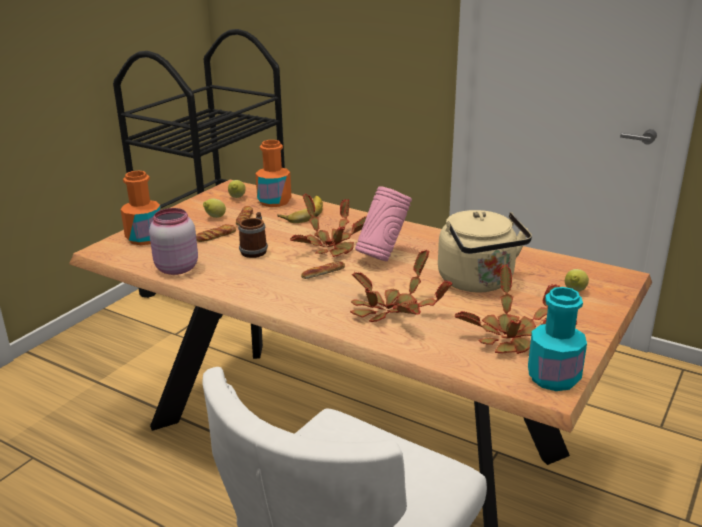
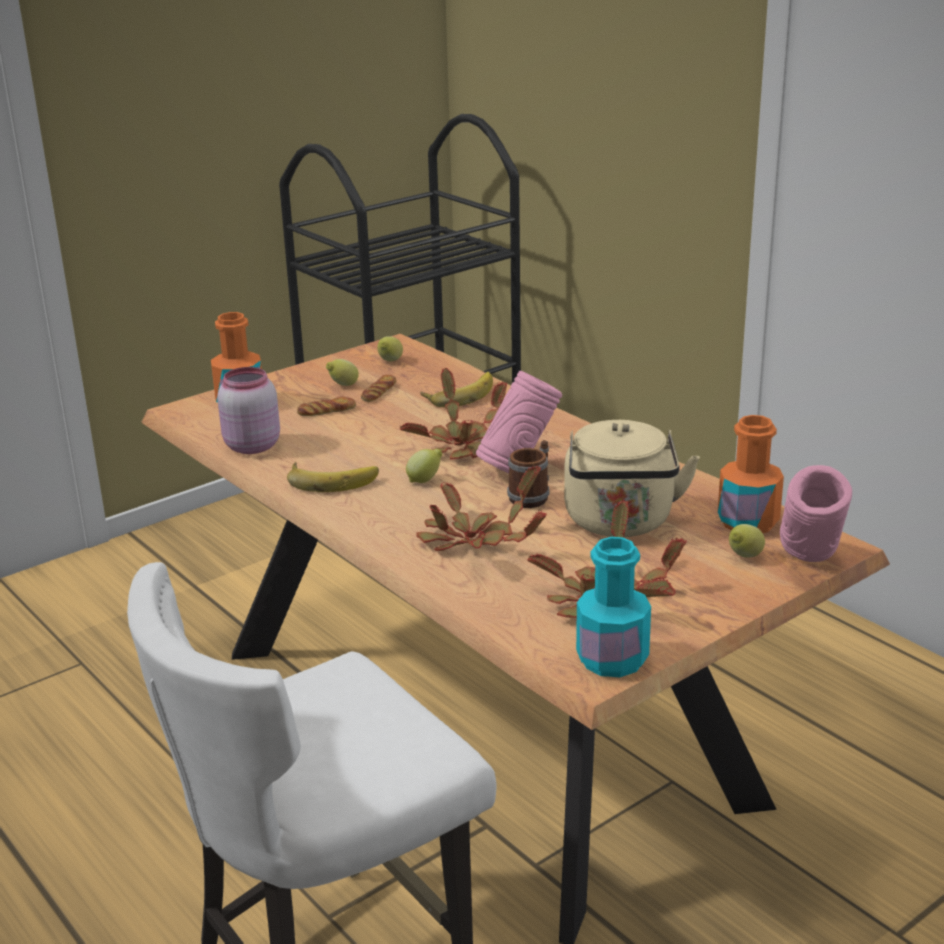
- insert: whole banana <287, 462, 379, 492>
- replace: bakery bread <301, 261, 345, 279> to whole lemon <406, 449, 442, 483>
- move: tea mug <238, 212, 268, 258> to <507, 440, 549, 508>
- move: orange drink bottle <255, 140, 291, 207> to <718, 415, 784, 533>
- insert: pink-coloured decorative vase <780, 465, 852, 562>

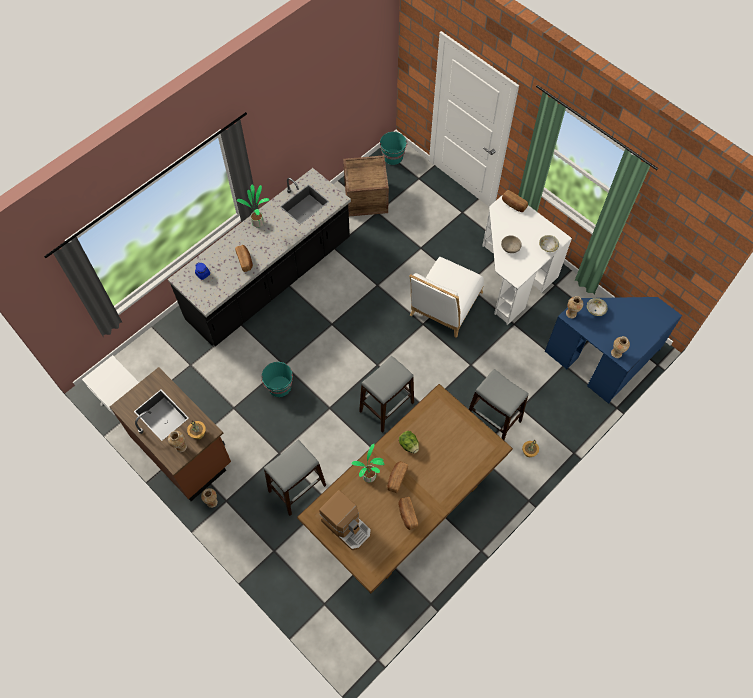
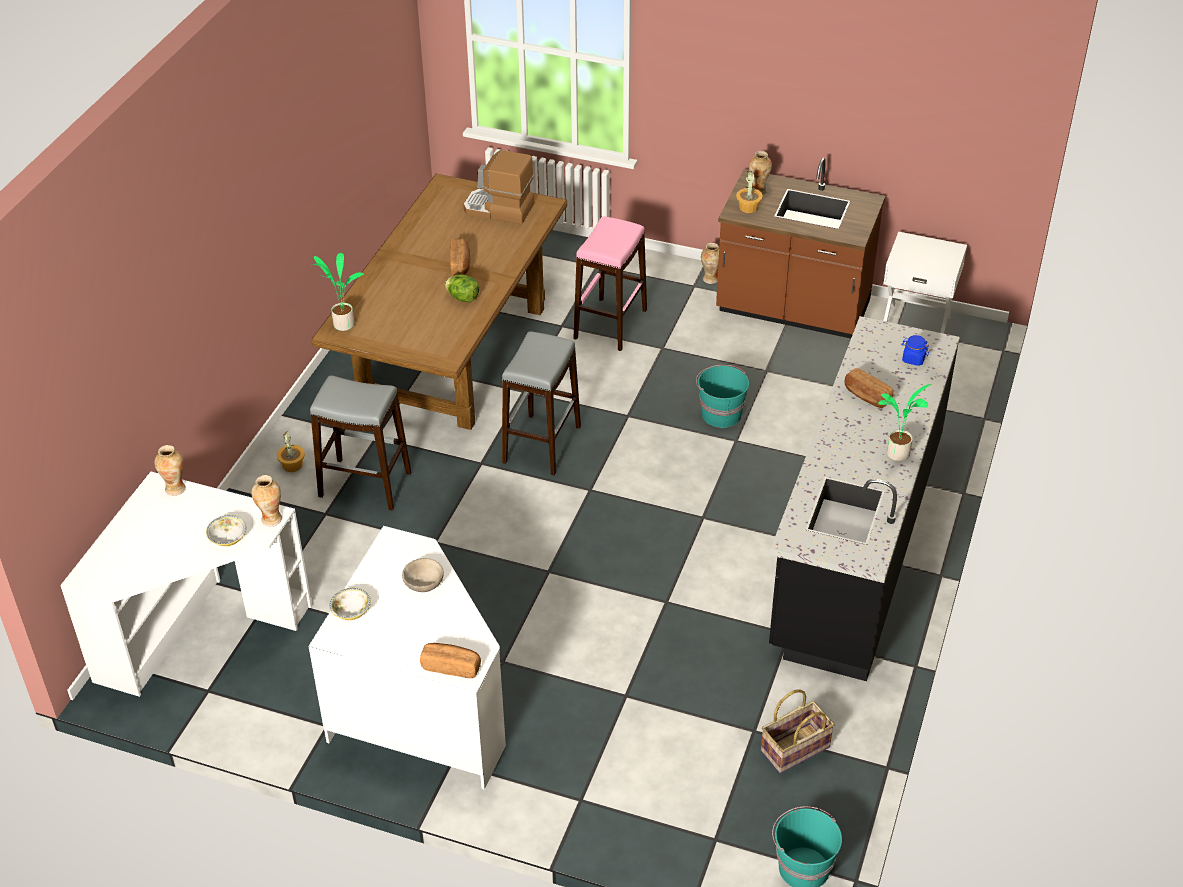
- recolor: bluish desk <545, 297, 682, 404> to white-coloured desk <60, 471, 312, 697>
- move: plant in a pot <351, 444, 384, 482> to <313, 253, 363, 331>
- recolor: grey sitting stool <264, 440, 326, 516> to pink-coloured sitting stool <573, 217, 647, 351>
- replace: shipping crate <343, 155, 389, 216> to basket <761, 689, 834, 773>
- delete: bakery bread <398, 497, 418, 530>
- delete: white-coloured chair <409, 257, 484, 338>

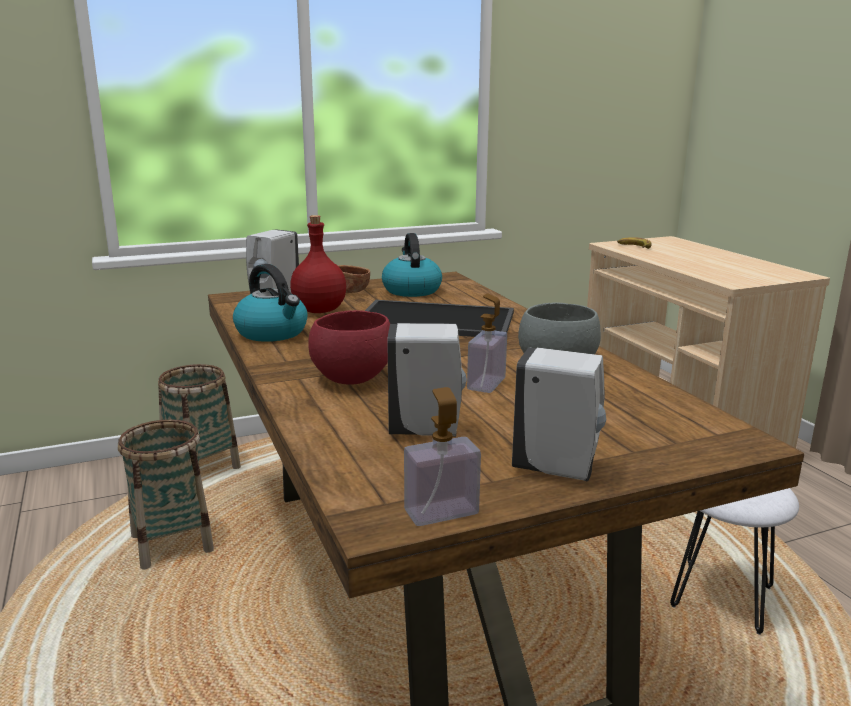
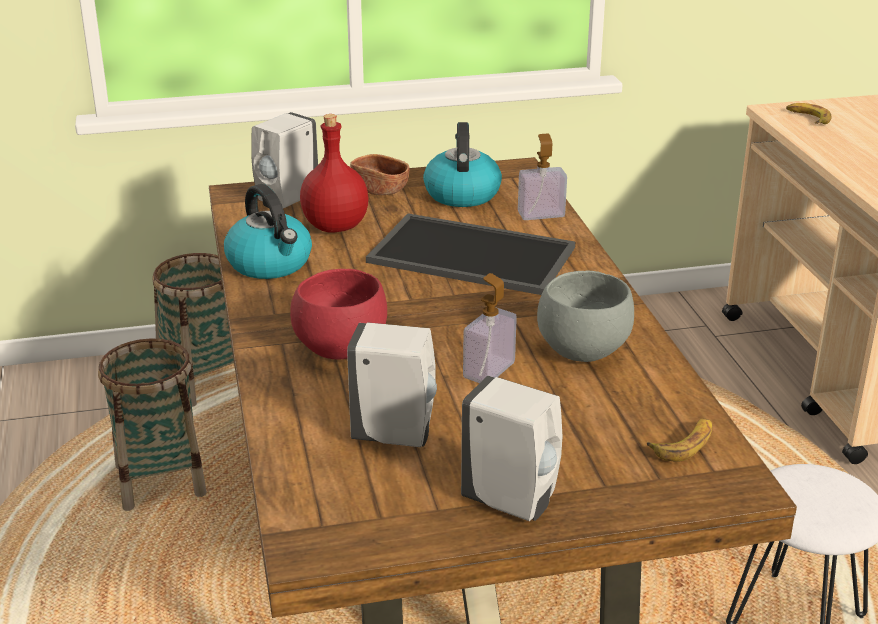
- move: soap dispenser <404, 387, 481, 526> to <518, 133, 567, 220>
- insert: whole banana <647, 418, 712, 462>

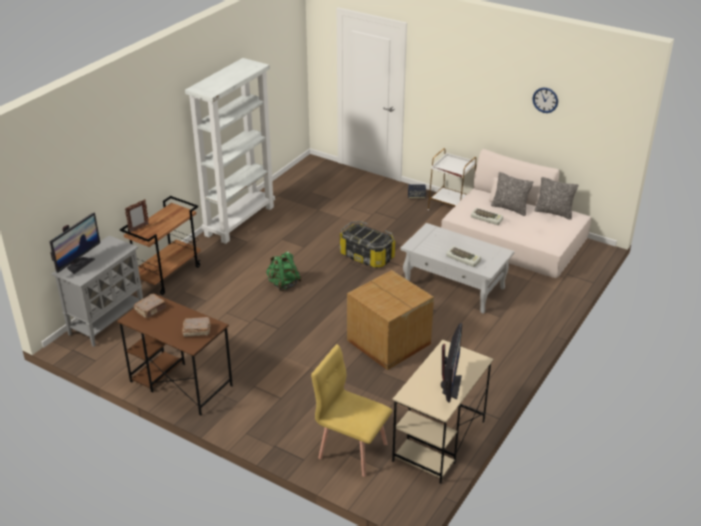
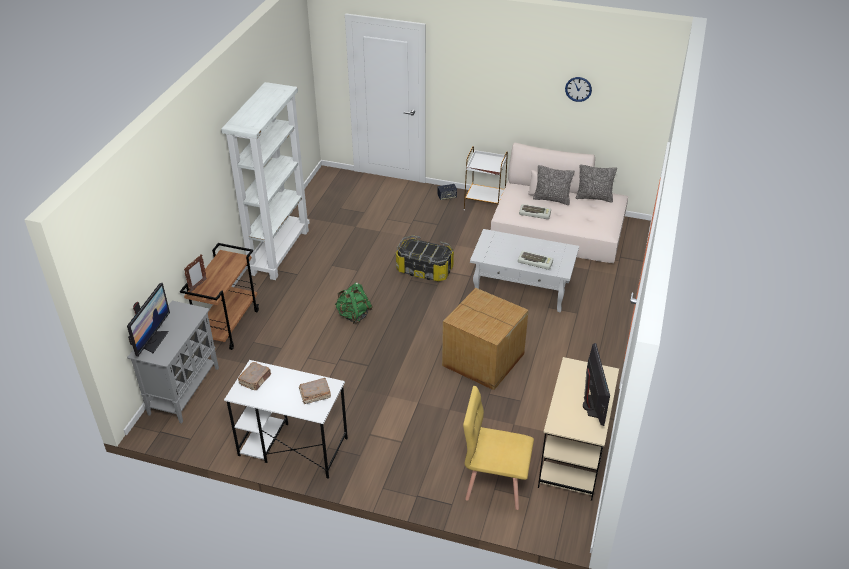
- recolor: brownish desk <117, 293, 233, 416> to white-coloured desk <224, 360, 348, 479>

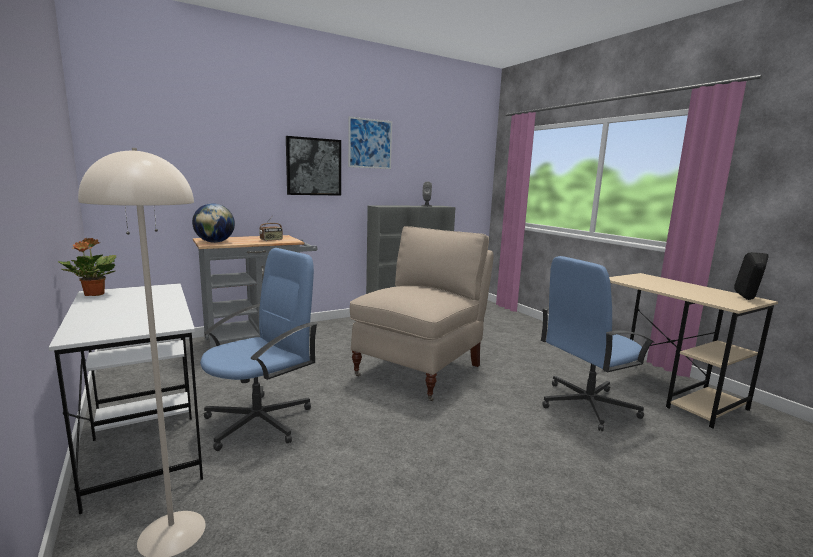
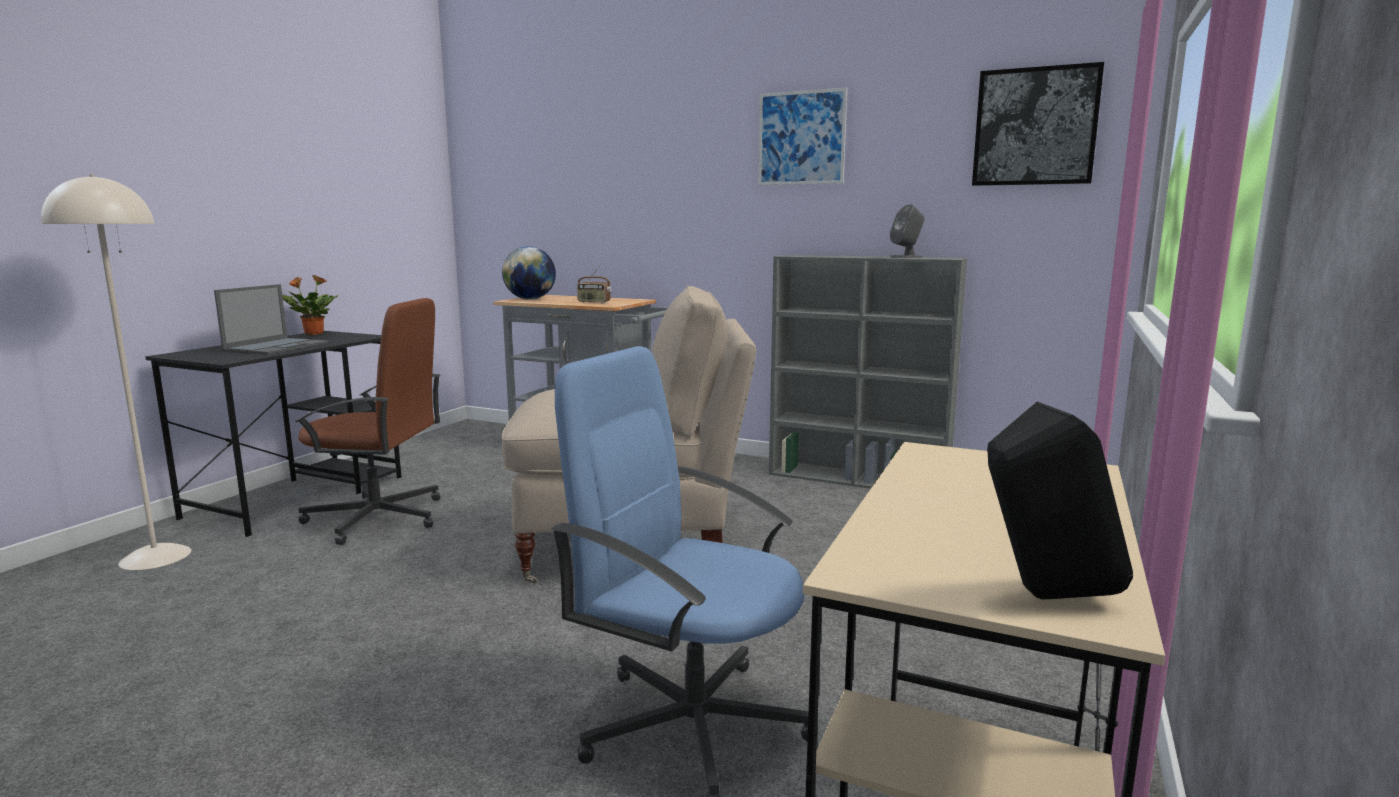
- recolor: white-coloured desk <49, 283, 203, 514> to black desk <145, 331, 401, 537>
- insert: portable computer <214, 284, 329, 355>
- recolor: bluish desk chair <200, 248, 318, 451> to brownish desk chair <295, 298, 441, 545>
- move: picture <286, 136, 341, 196> to <972, 62, 1104, 186>

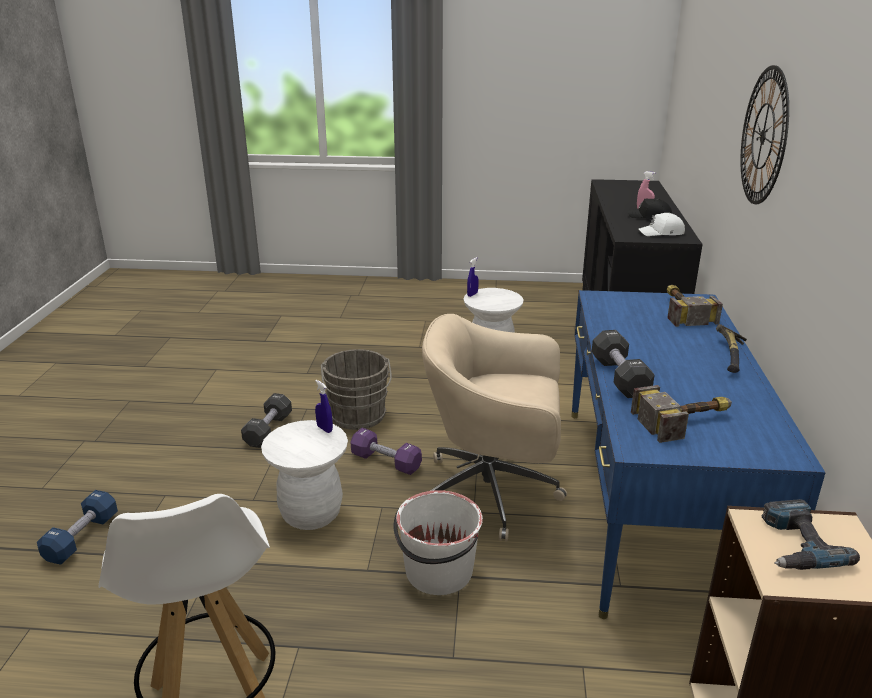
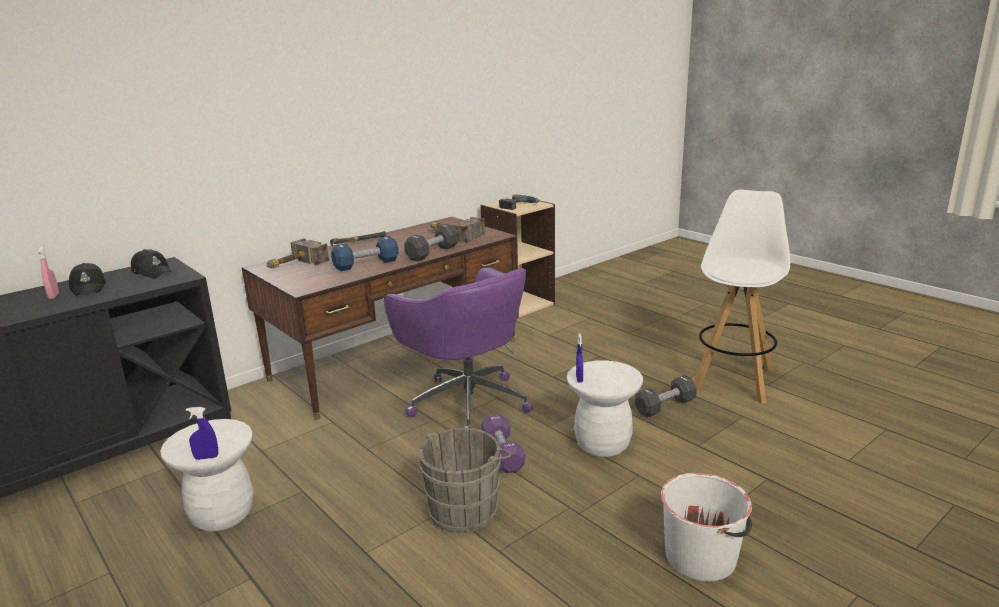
- recolor: white-coloured peaked cap <638, 213, 685, 236> to black peaked cap <131, 249, 172, 279>
- recolor: bluish desk <571, 290, 825, 619> to brownish desk <242, 217, 518, 420>
- move: bluish free weight <37, 490, 118, 565> to <331, 236, 399, 271>
- recolor: beige-coloured desk chair <422, 314, 567, 542> to purple desk chair <384, 268, 534, 428>
- move: black free weight <241, 393, 292, 448> to <635, 375, 697, 417>
- move: white-coloured water bucket <394, 490, 483, 595> to <661, 473, 752, 582>
- delete: hanging clock <741, 65, 789, 204>

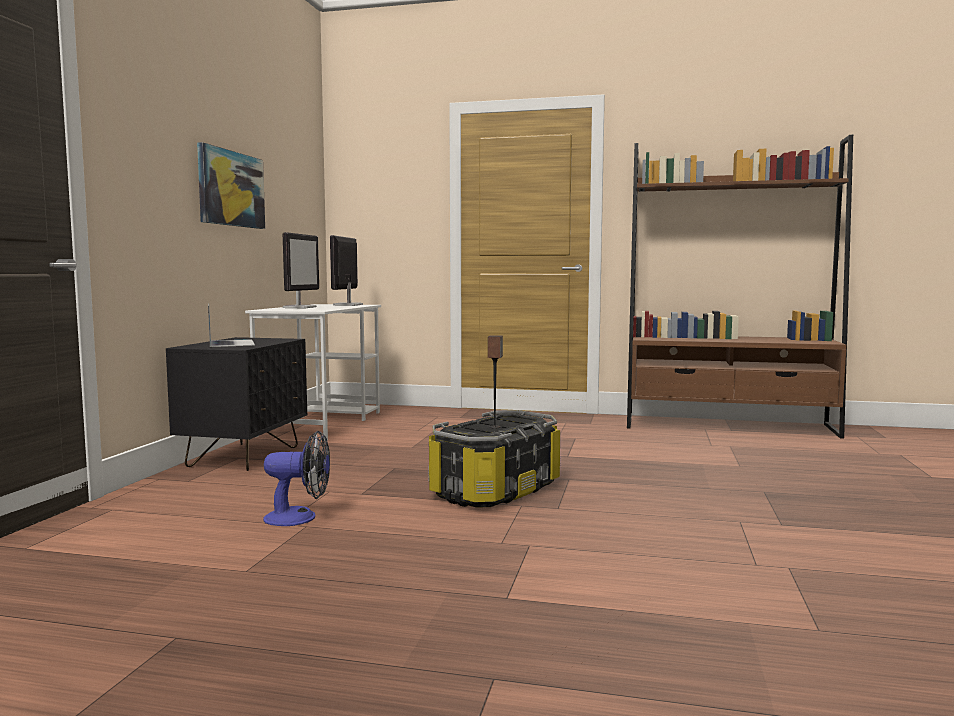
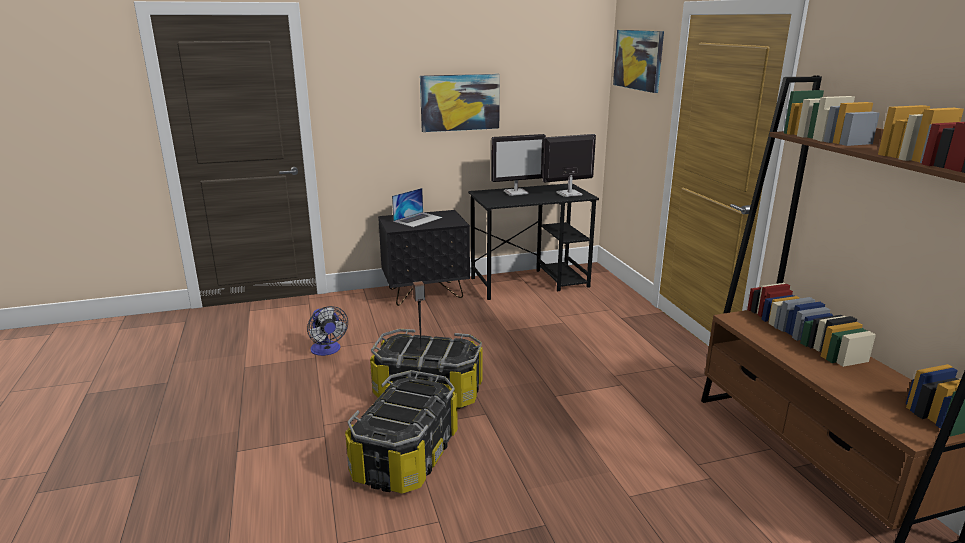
- insert: storage box <345, 370, 458, 494>
- recolor: white-coloured desk <245, 304, 381, 441> to black desk <468, 183, 599, 300>
- insert: picture <613, 30, 664, 93>

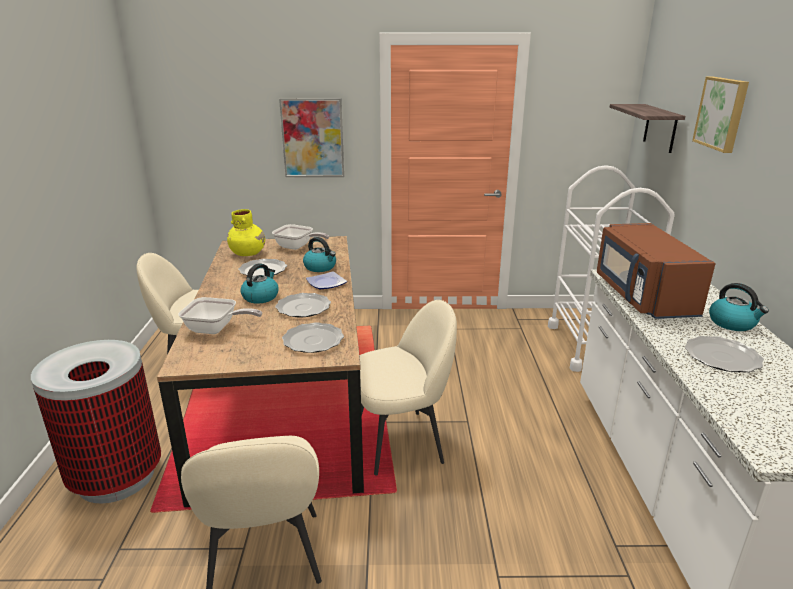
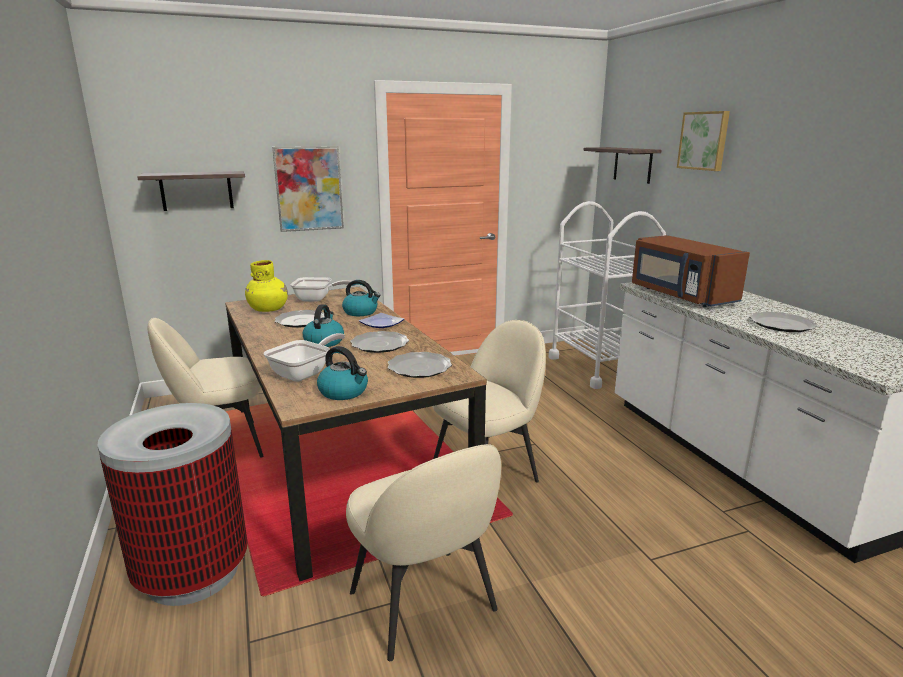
- insert: shelf <137, 171, 245, 211>
- rotate: skillet <178, 297, 262, 334> = <264, 333, 345, 382> 45 degrees counterclockwise
- move: kettle <709, 283, 769, 331> to <317, 346, 368, 400>

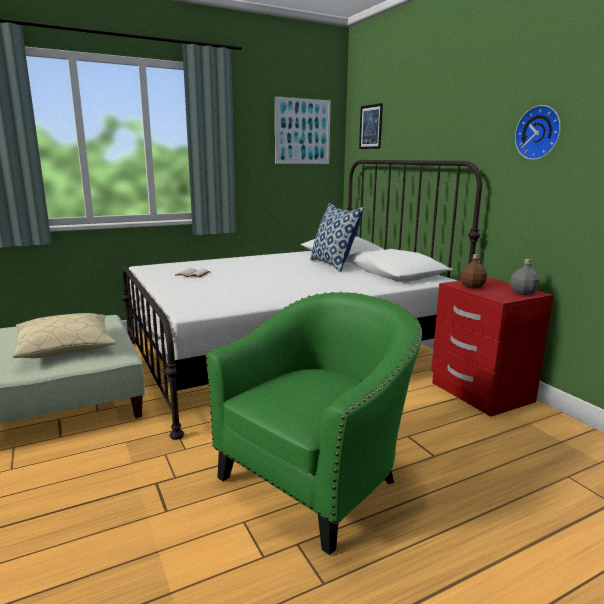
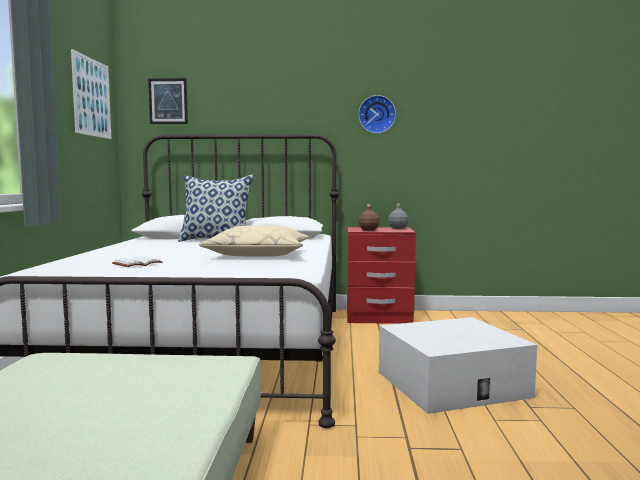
- move: beige-coloured throw pillow <12, 313, 116, 358> to <199, 226, 309, 257>
- replace: green lounge chair <206, 292, 422, 555> to white-coloured storage box <379, 317, 537, 414>

